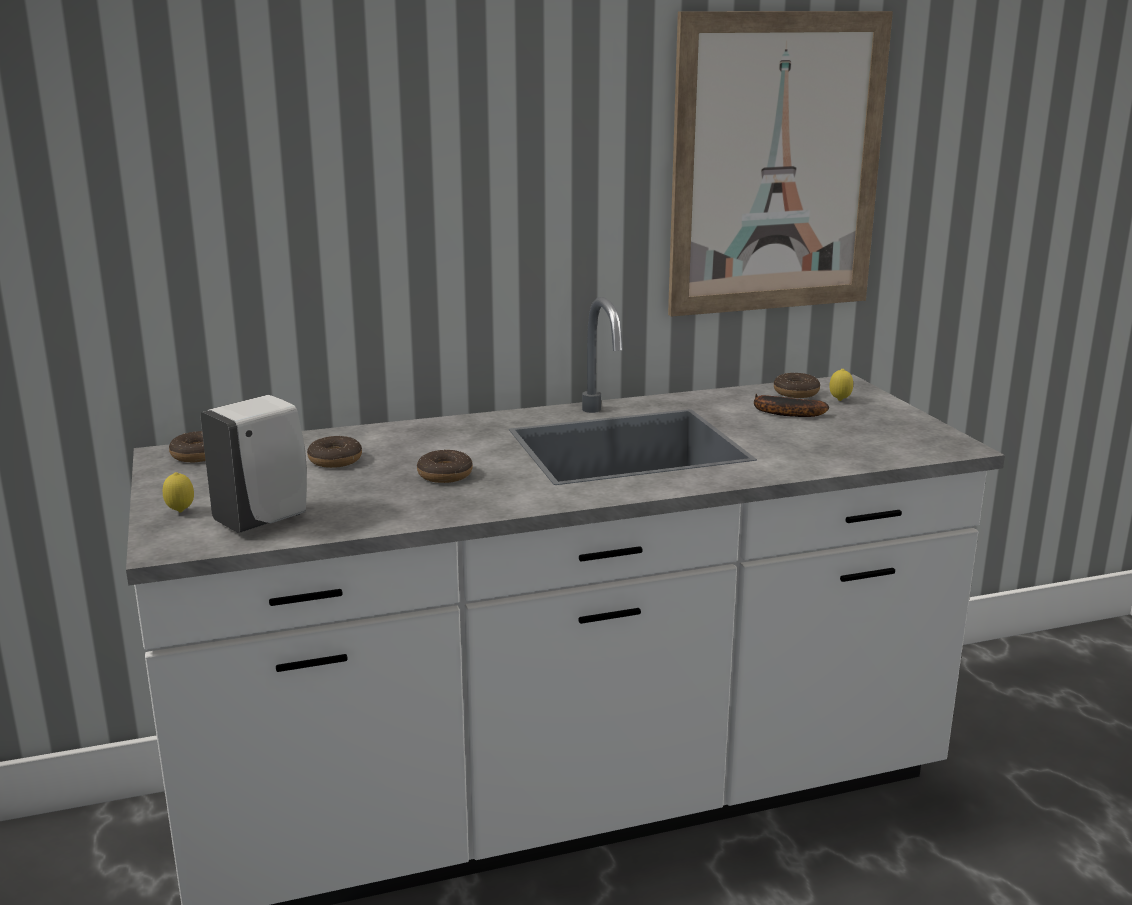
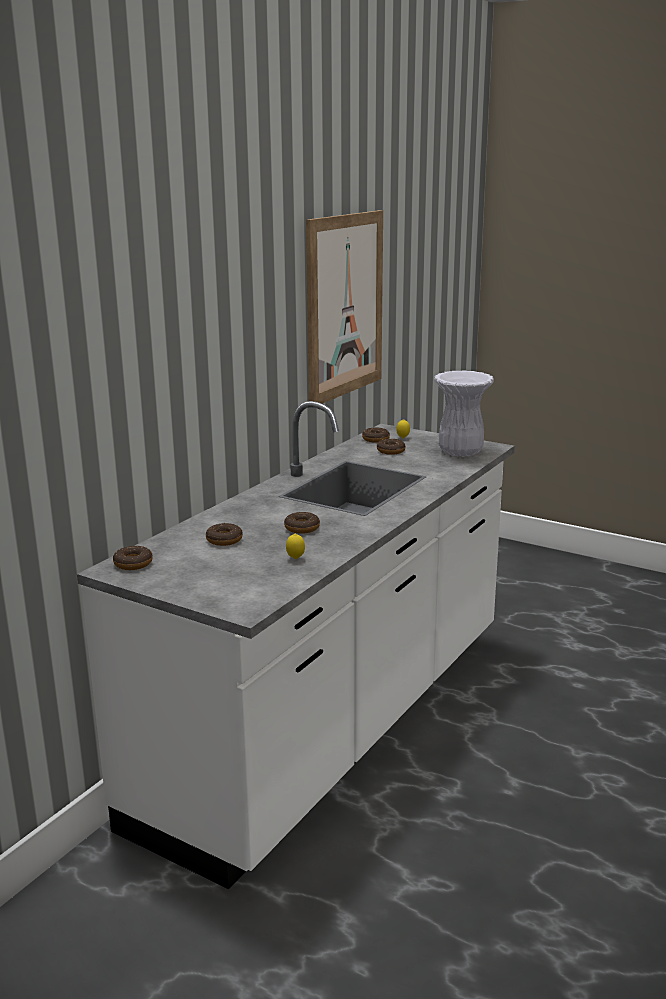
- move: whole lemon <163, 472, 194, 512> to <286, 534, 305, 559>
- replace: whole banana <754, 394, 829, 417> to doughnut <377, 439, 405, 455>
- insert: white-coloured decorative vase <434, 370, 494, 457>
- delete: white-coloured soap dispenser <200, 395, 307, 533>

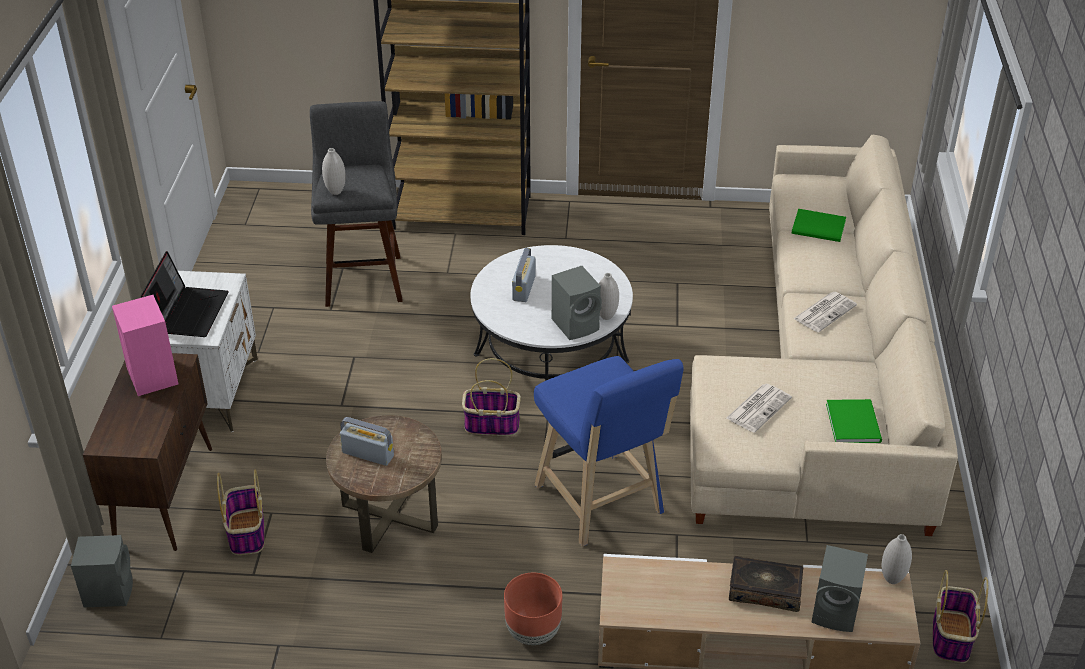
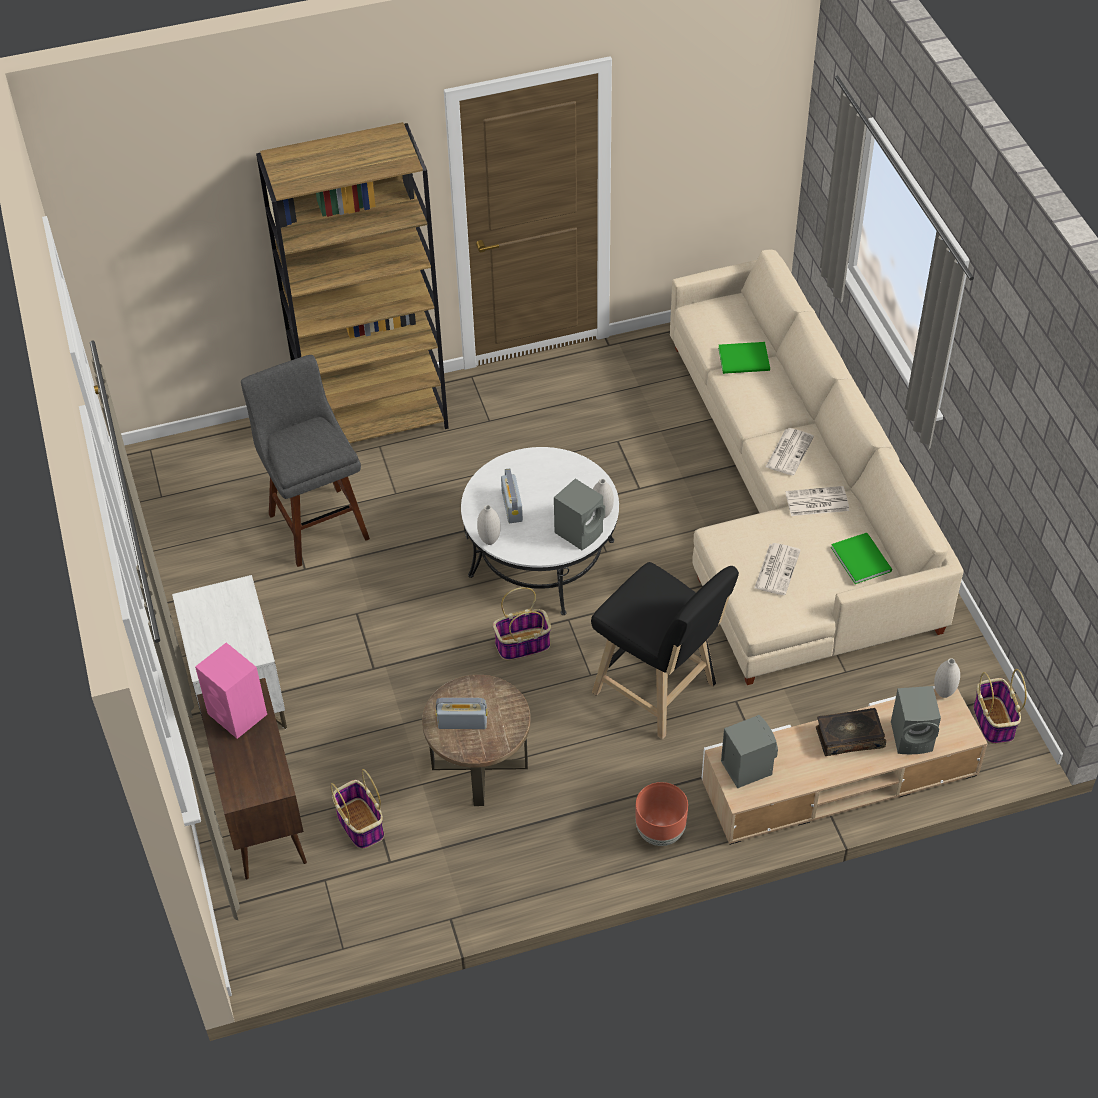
- move: white-coloured decorative vase <322, 148, 346, 195> to <477, 505, 501, 545>
- recolor: bluish sitting stool <534, 356, 684, 547> to black sitting stool <591, 562, 739, 739>
- move: grey audio speaker <71, 535, 133, 607> to <721, 715, 778, 788>
- insert: daily paper <786, 486, 849, 516>
- delete: portable computer <141, 251, 229, 337>

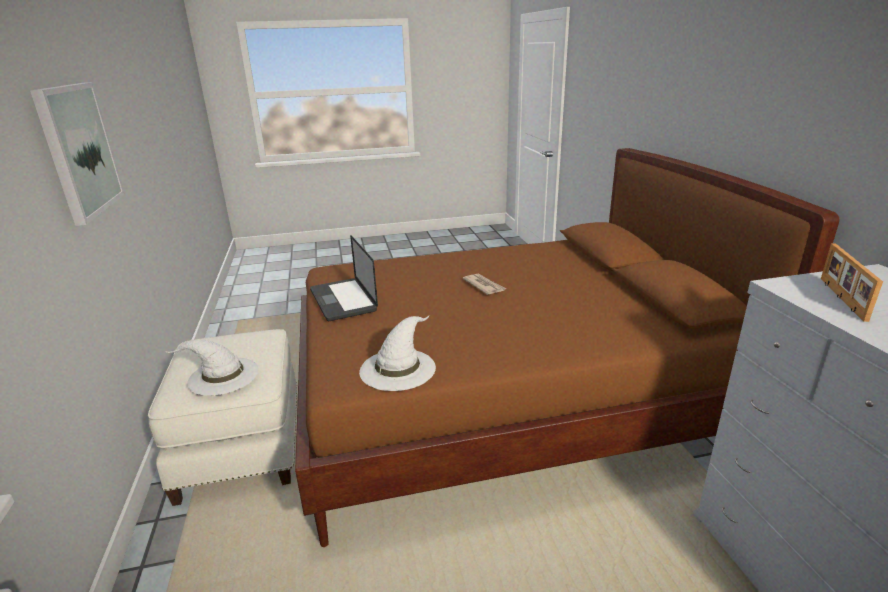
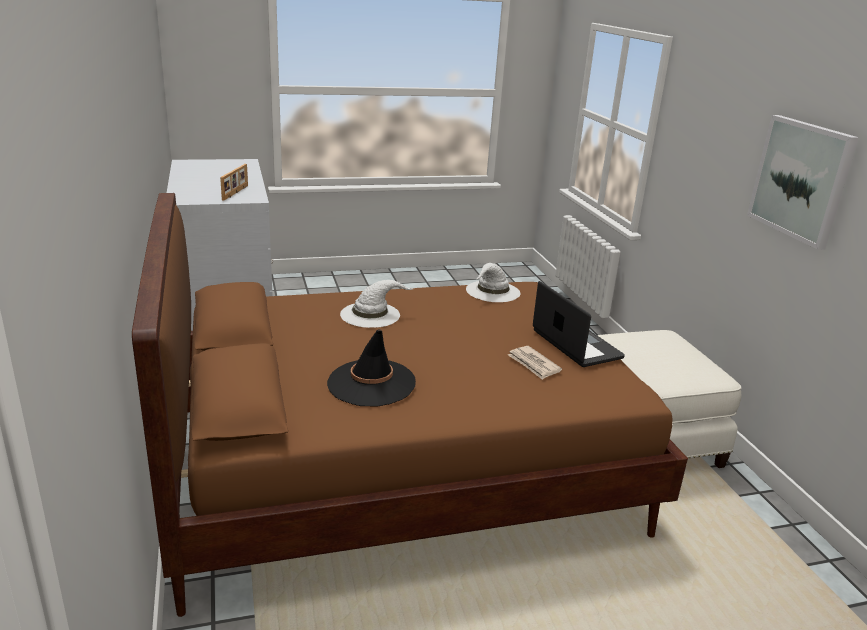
- insert: black clothing hat <327, 329, 416, 406>
- move: white-coloured clothing hat <167, 340, 259, 395> to <340, 280, 415, 328>
- move: daily paper <462, 273, 506, 295> to <508, 346, 562, 380>

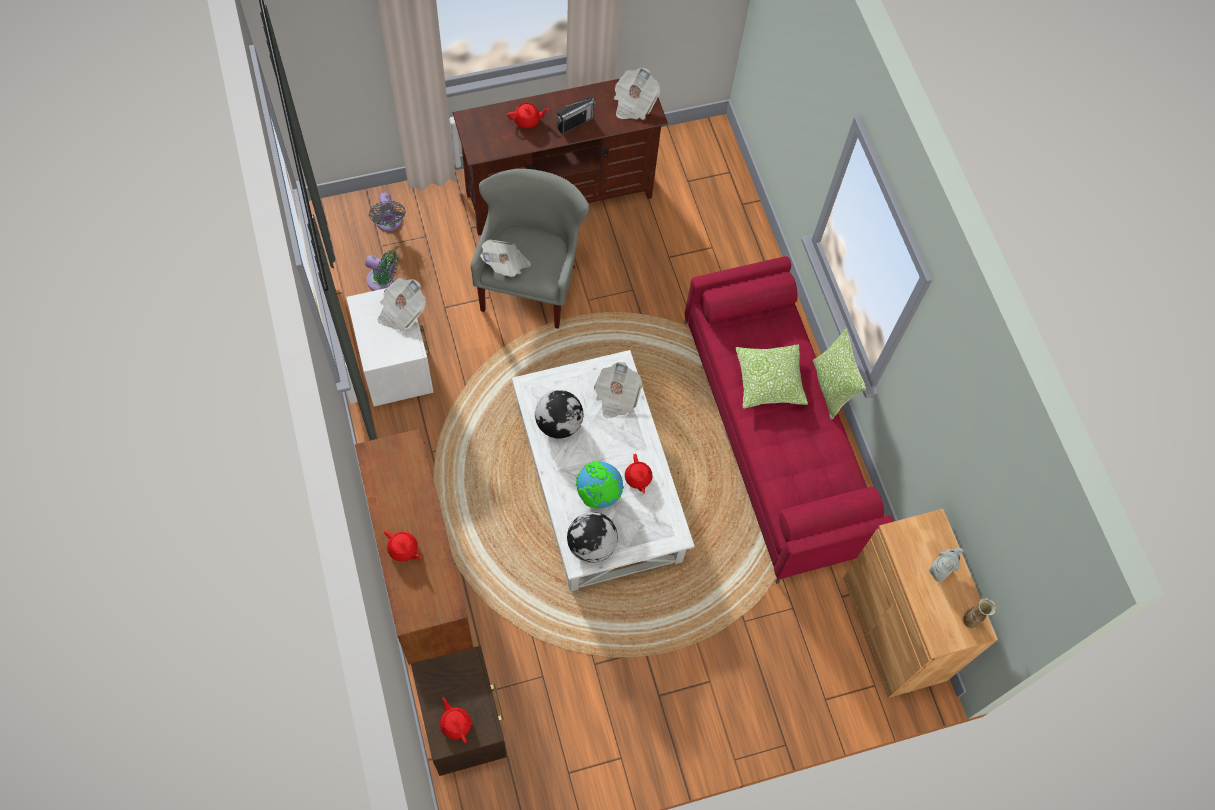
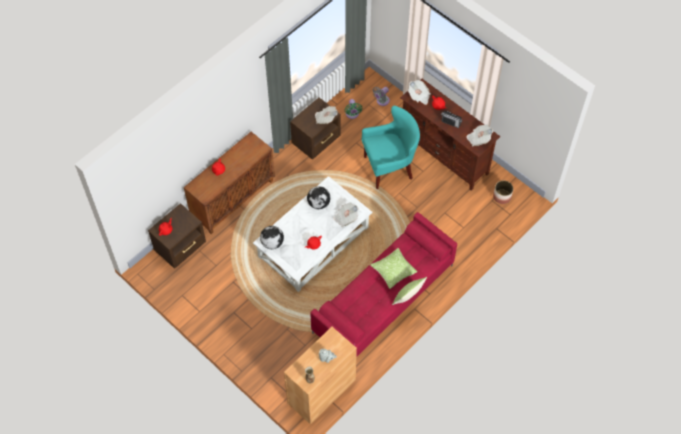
- recolor: white-coloured night table <346, 288, 433, 406> to brownish night table <290, 97, 340, 160>
- recolor: grey lounge chair <471, 169, 589, 329> to turquoise lounge chair <362, 106, 420, 189>
- move: daily paper <480, 240, 531, 277> to <408, 80, 431, 105>
- insert: planter <493, 180, 513, 204>
- delete: desk globe <576, 461, 624, 509>

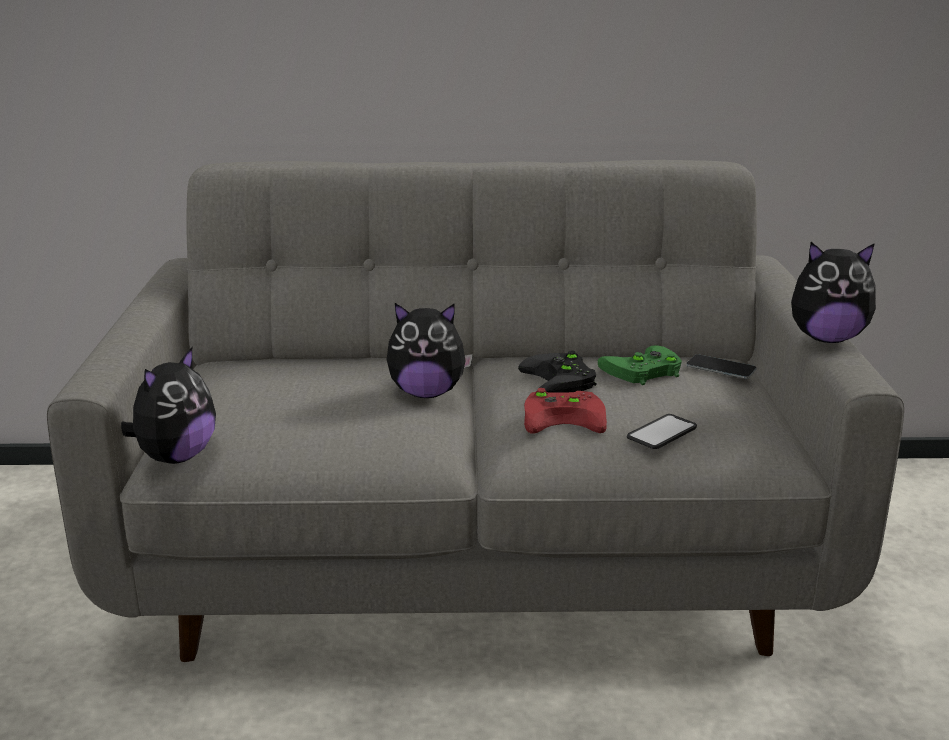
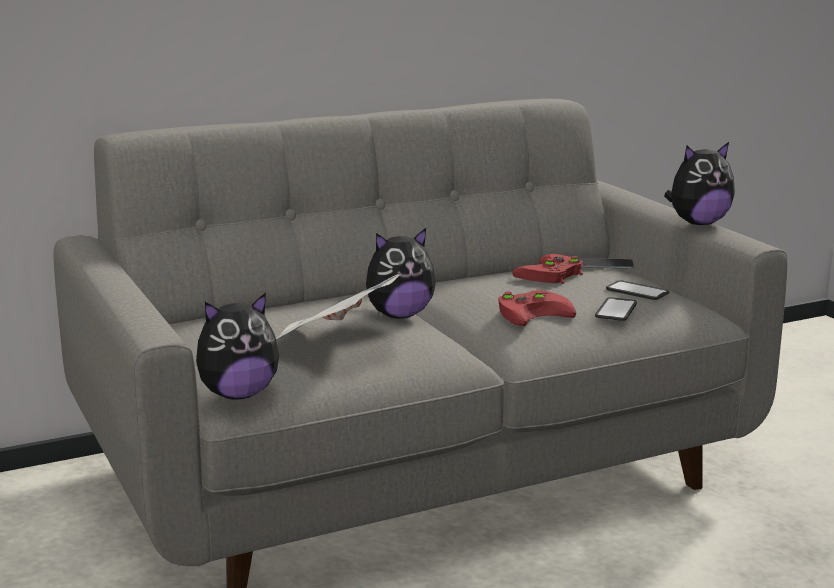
- rotate: soft toy <121, 347, 216, 464> = <196, 293, 279, 399> 60 degrees clockwise
- insert: daily paper <276, 273, 401, 339>
- recolor: green gamepad <598, 345, 682, 385> to red-coloured gamepad <512, 254, 583, 284>
- insert: phone <606, 280, 669, 300>
- delete: black gamepad <518, 350, 597, 392>

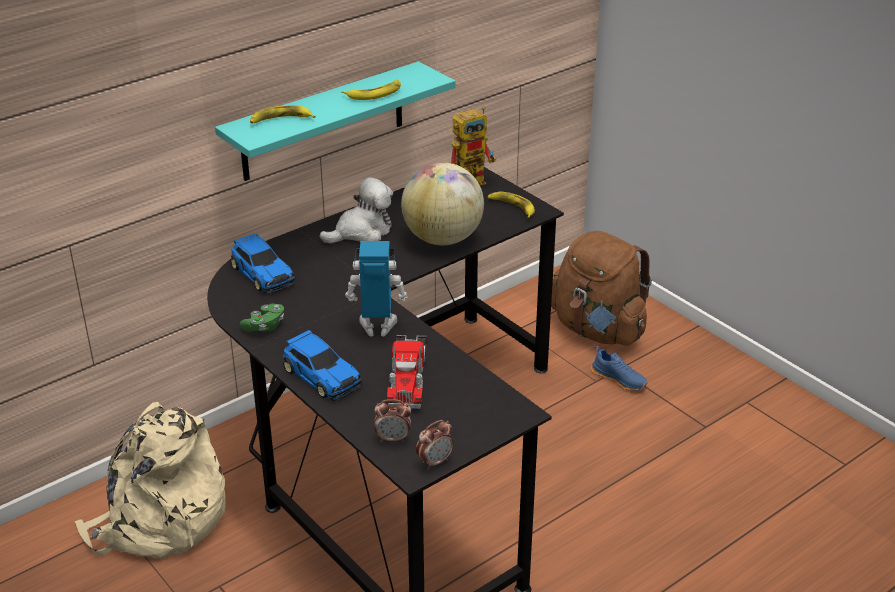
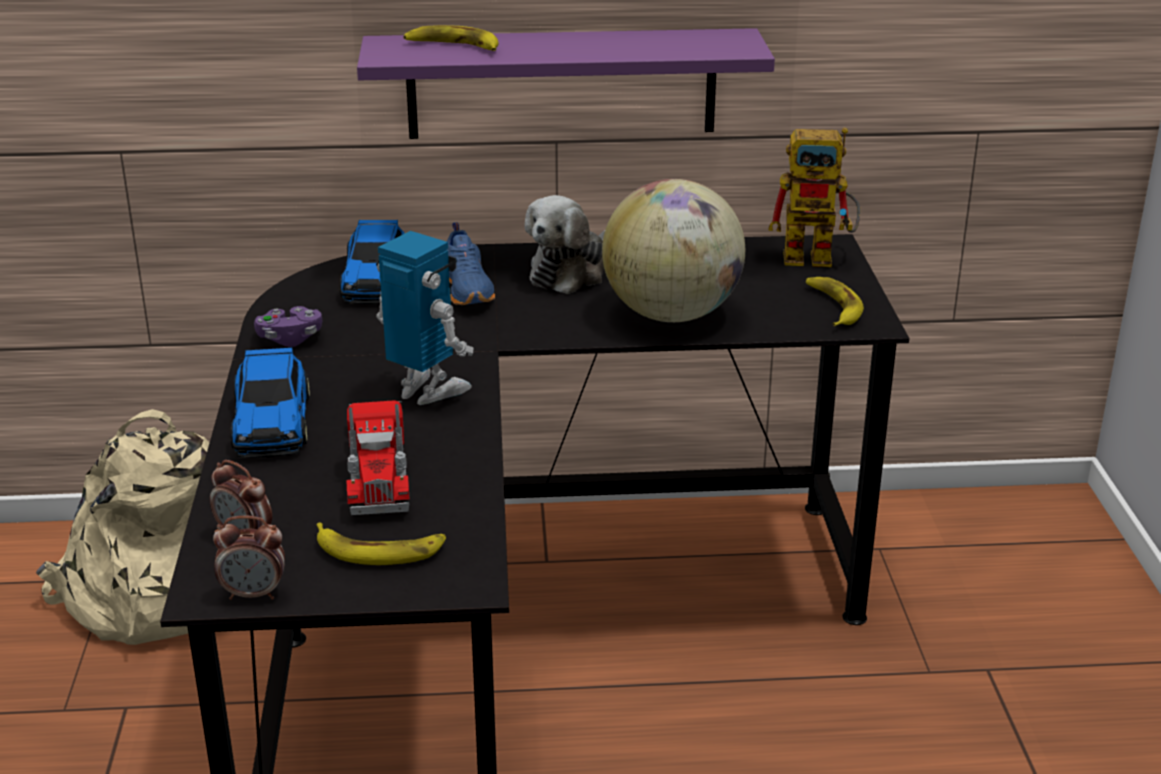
- recolor: green gamepad <240, 304, 284, 332> to purple gamepad <254, 306, 322, 347>
- move: whole banana <341, 80, 401, 100> to <316, 523, 446, 565>
- rotate: toy lorry <387, 335, 427, 409> = <347, 400, 410, 515> 45 degrees counterclockwise
- recolor: turquoise shelf <215, 61, 455, 181> to purple shelf <357, 28, 775, 139>
- move: bluish low shoe <591, 346, 647, 391> to <446, 222, 495, 305>
- rotate: soft toy <320, 177, 393, 243> = <524, 195, 605, 294> 120 degrees clockwise
- delete: brownish rucksack <551, 231, 652, 346>

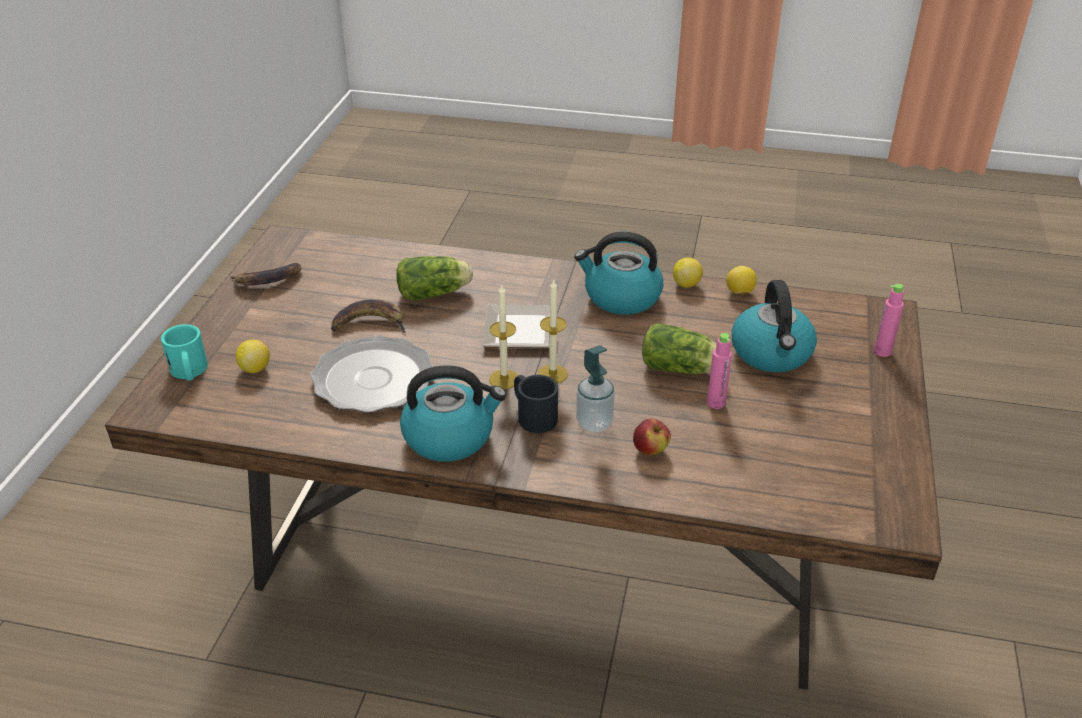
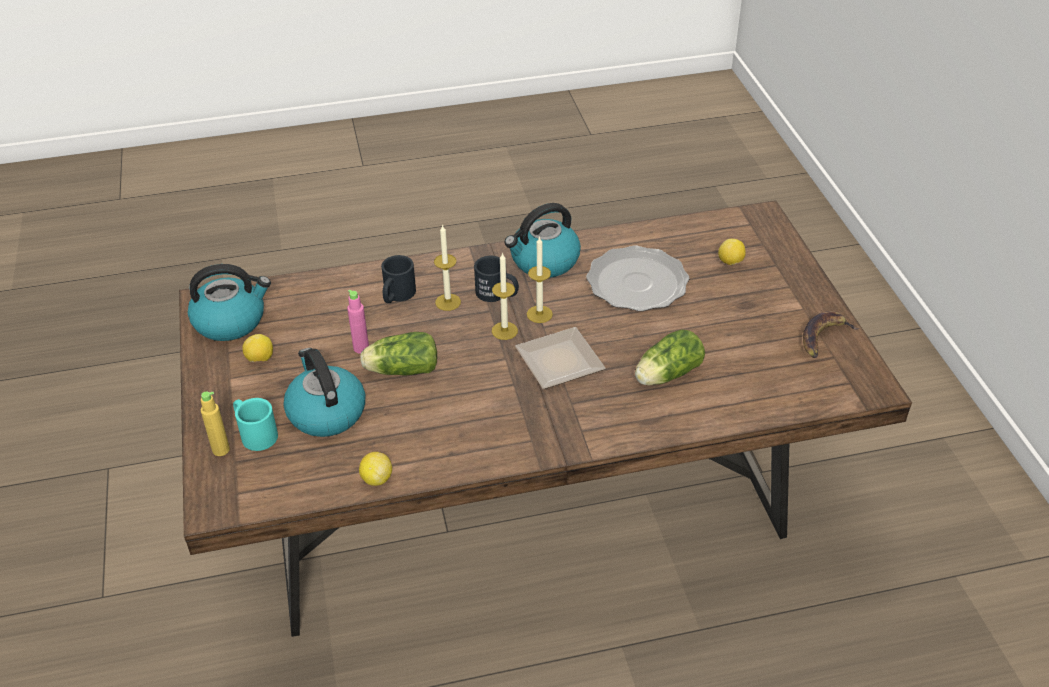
- move: kettle <574, 232, 663, 315> to <188, 264, 271, 341>
- recolor: pink-coloured drink bottle <874, 284, 904, 357> to yellow drink bottle <201, 391, 230, 456>
- move: turquoise tea mug <161, 324, 208, 381> to <233, 398, 278, 451>
- move: whole lemon <673, 258, 703, 288> to <242, 334, 273, 362>
- replace: whole apple <633, 419, 671, 455> to black tea mug <381, 255, 416, 303>
- replace: soap dispenser <576, 345, 615, 432> to wax candle <434, 224, 461, 311>
- delete: whole banana <331, 300, 406, 333>

